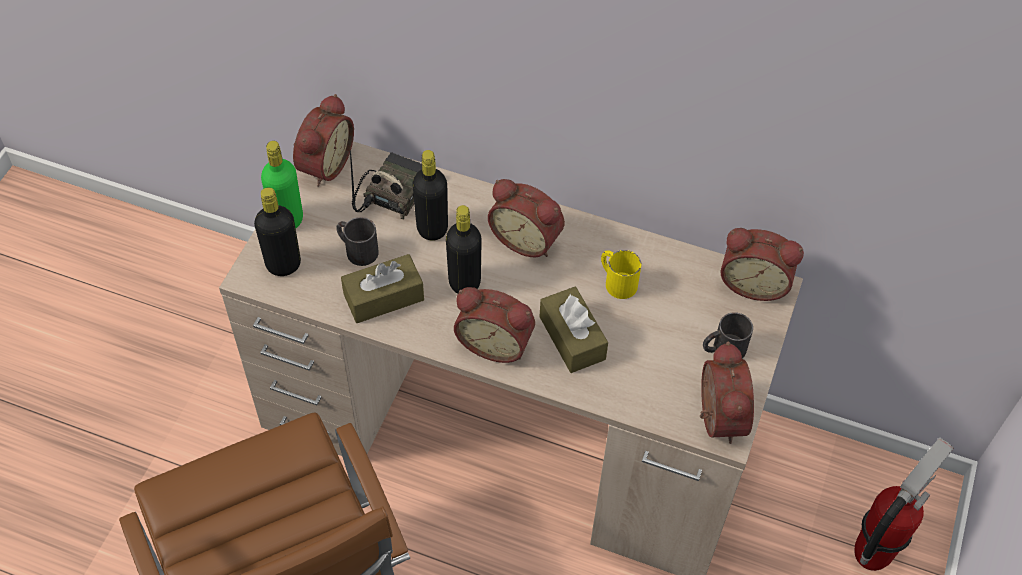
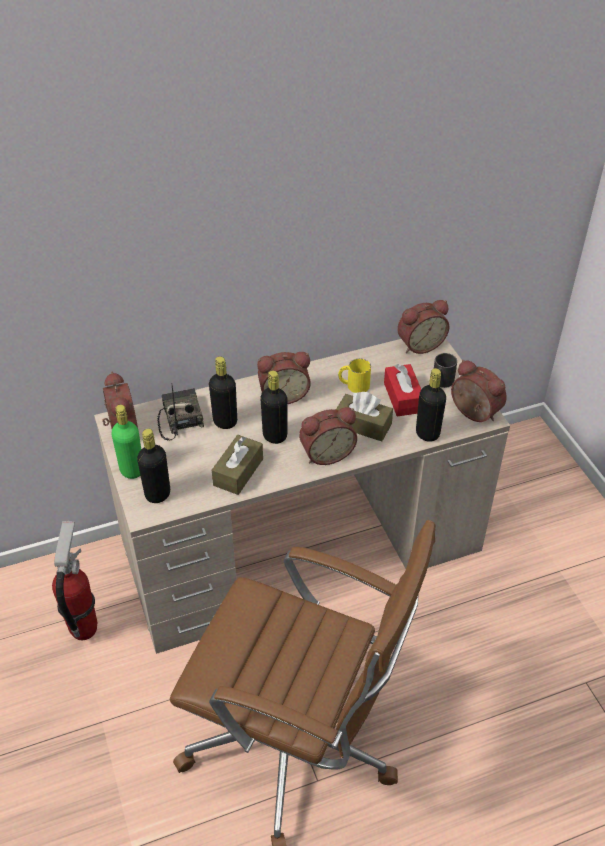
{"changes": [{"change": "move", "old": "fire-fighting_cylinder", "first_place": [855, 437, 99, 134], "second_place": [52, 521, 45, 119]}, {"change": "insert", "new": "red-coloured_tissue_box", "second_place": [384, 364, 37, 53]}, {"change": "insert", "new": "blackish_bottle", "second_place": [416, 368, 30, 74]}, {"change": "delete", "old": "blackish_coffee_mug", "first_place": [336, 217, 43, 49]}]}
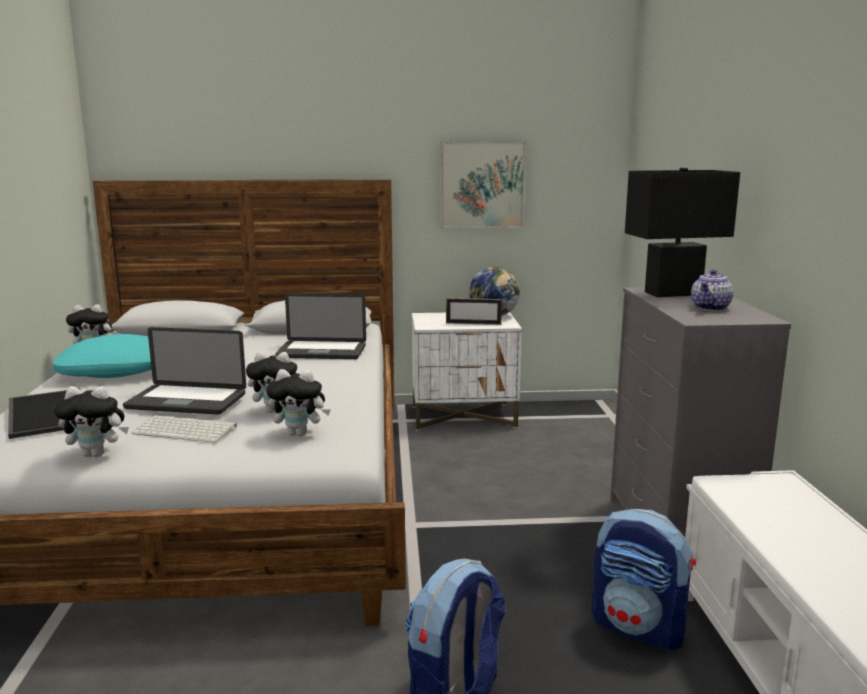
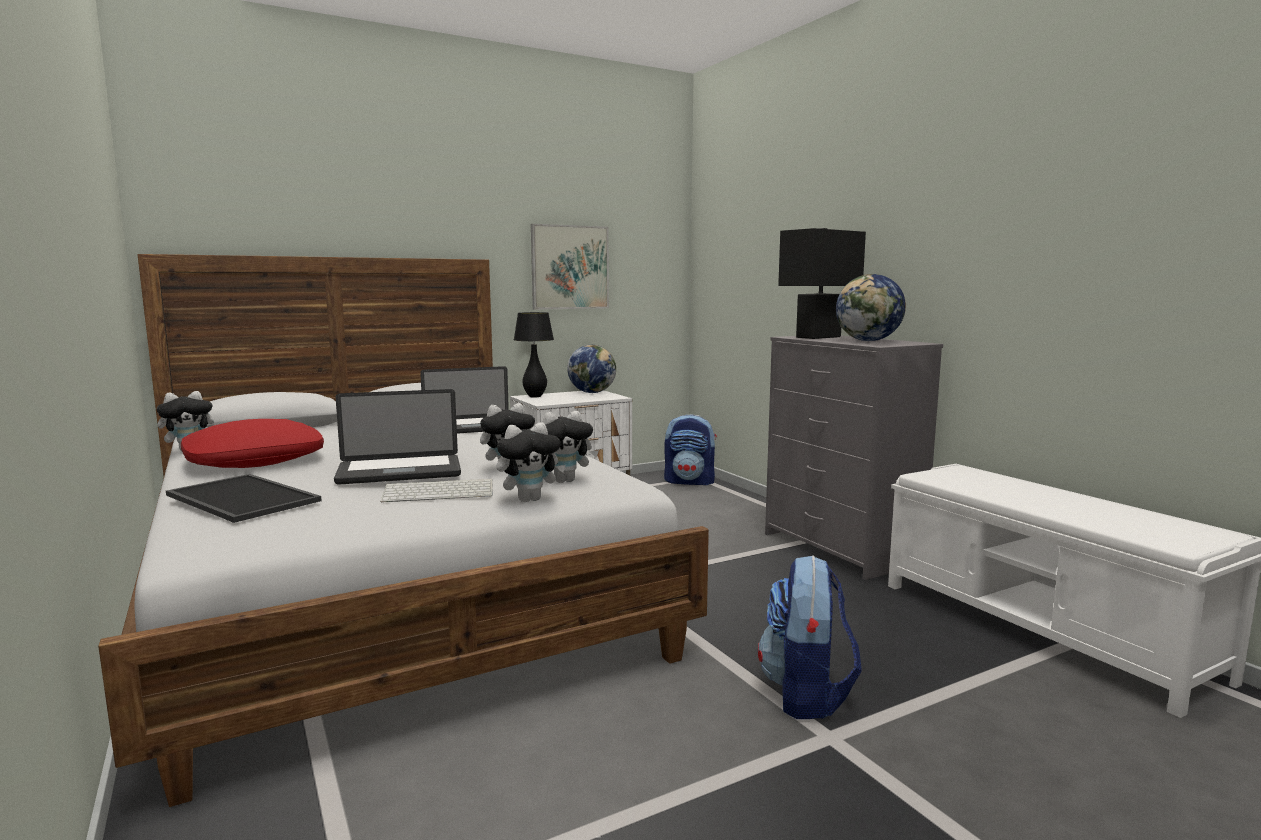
{"changes": [{"change": "recolor", "old": "turquoise_throw_pillow", "new": "red-coloured_throw_pillow", "first_place": [53, 334, 99, 44], "second_place": [181, 419, 143, 49]}, {"change": "move", "old": "cuddly_toy", "first_place": [54, 386, 75, 71], "second_place": [496, 423, 70, 79]}, {"change": "insert", "new": "blackish_table_lamp", "second_place": [514, 312, 40, 86]}, {"change": "move", "old": "rucksack", "first_place": [591, 509, 105, 142], "second_place": [664, 414, 53, 71]}, {"change": "replace", "old": "pot_for_tea", "new": "desk_globe", "first_place": [691, 269, 42, 42], "second_place": [836, 274, 70, 67]}, {"change": "delete", "old": "standing_frame", "first_place": [446, 298, 56, 27]}]}
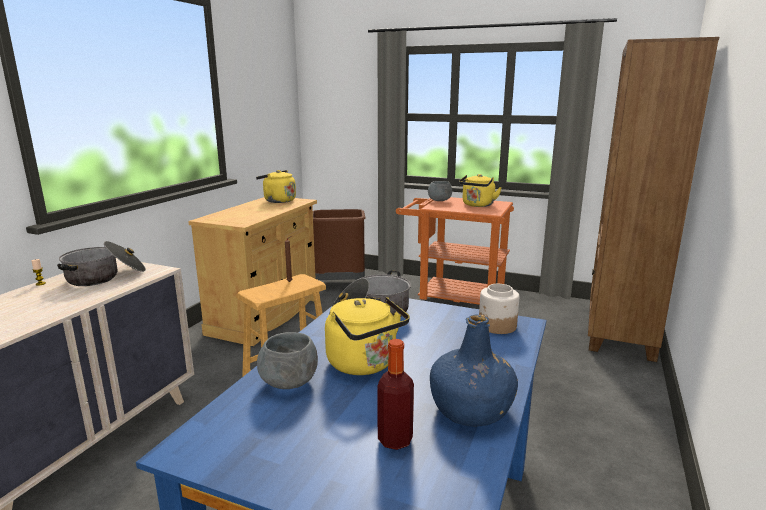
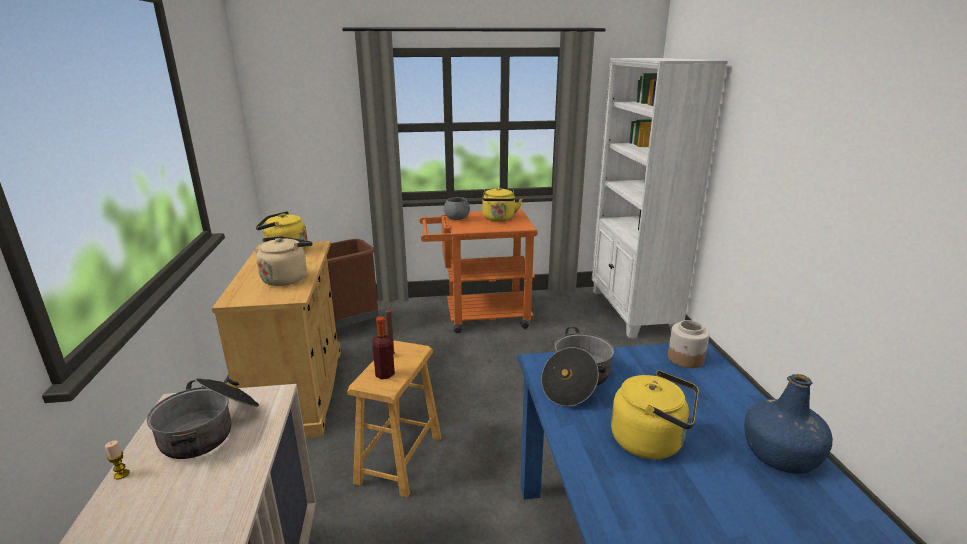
{"changes": [{"change": "insert", "new": "beige-coloured_water_kettle", "second_place": [255, 236, 57, 50]}, {"change": "move", "old": "bottle", "first_place": [377, 339, 37, 111], "second_place": [372, 316, 23, 63]}, {"change": "recolor", "old": "brown_shelving_unit", "new": "whitish_shelving_unit", "first_place": [588, 37, 131, 325], "second_place": [592, 58, 136, 280]}, {"change": "delete", "old": "grey_deep_dish", "first_place": [257, 332, 61, 57]}]}
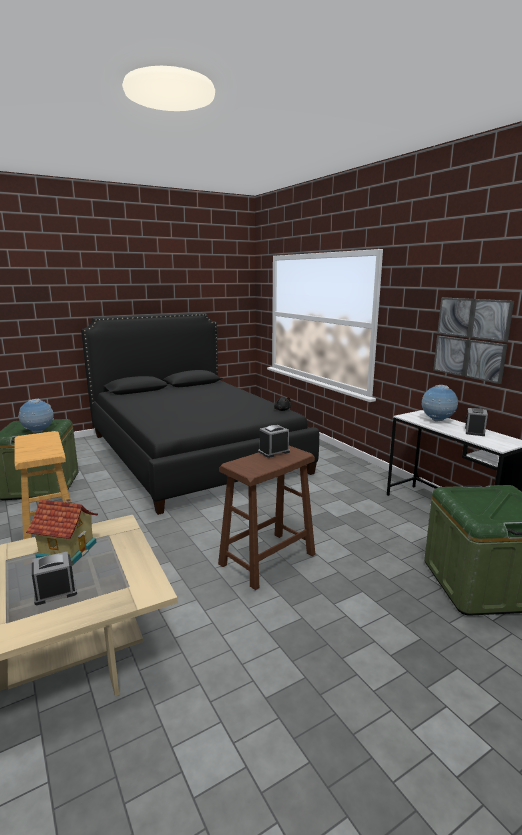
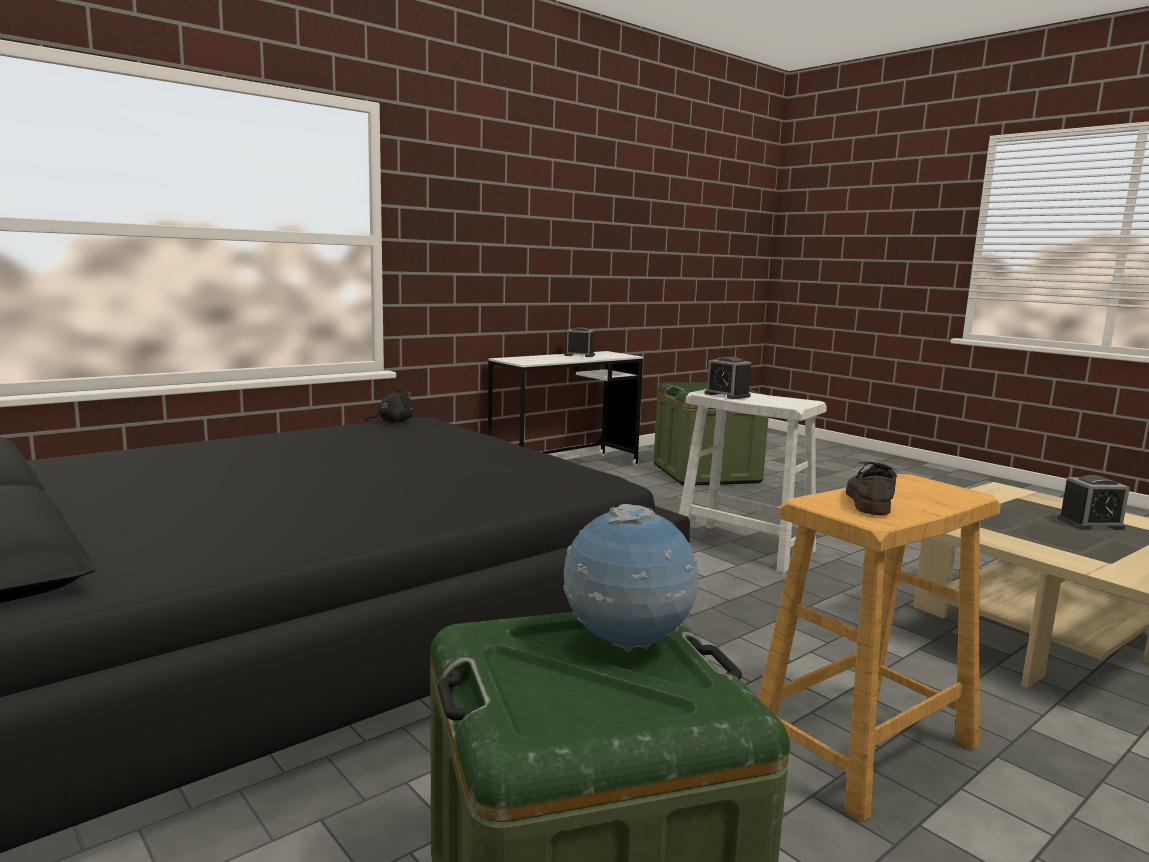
{"changes": [{"change": "recolor", "old": "brown_sitting_stool", "new": "whitish_sitting_stool", "first_place": [218, 446, 98, 144], "second_place": [679, 389, 148, 184]}, {"change": "insert", "new": "grey_low_shoe", "second_place": [846, 462, 51, 54]}, {"change": "rotate", "old": "table_clock", "first_place": [32, 551, 45, 54], "second_place": [1057, 475, 73, 55], "degrees": -60}, {"change": "delete", "old": "model_house", "first_place": [26, 499, 72, 66]}, {"change": "delete", "old": "desk_globe", "first_place": [422, 385, 36, 36]}, {"change": "delete", "old": "picture", "first_place": [433, 297, 81, 87]}]}
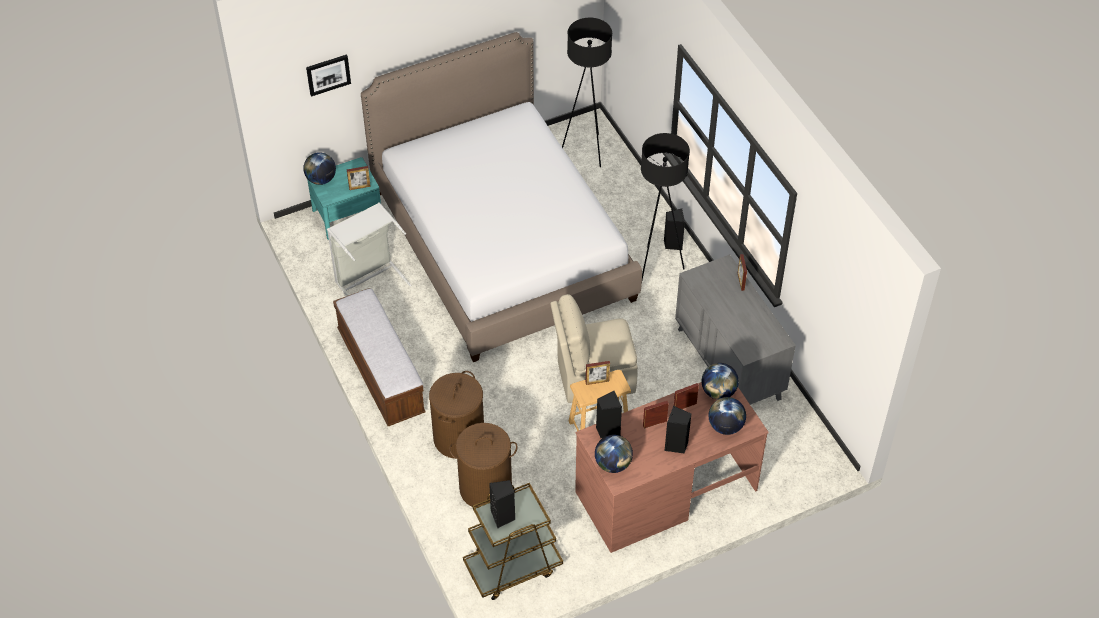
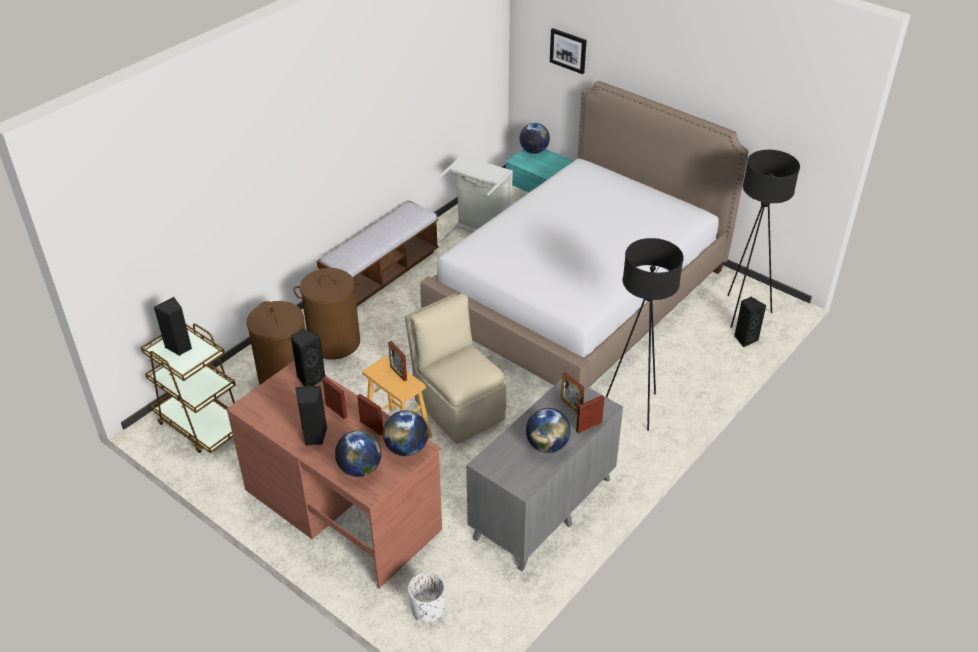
{"changes": [{"change": "insert", "new": "whitish_plant_pot", "second_place": [408, 572, 37, 50]}, {"change": "move", "old": "desk_globe", "first_place": [595, 435, 38, 38], "second_place": [526, 408, 45, 45]}, {"change": "move", "old": "standing_frame", "first_place": [347, 166, 24, 24], "second_place": [561, 372, 24, 41]}, {"change": "move", "old": "blackish_audio_speaker", "first_place": [664, 209, 21, 41], "second_place": [734, 296, 32, 51]}]}
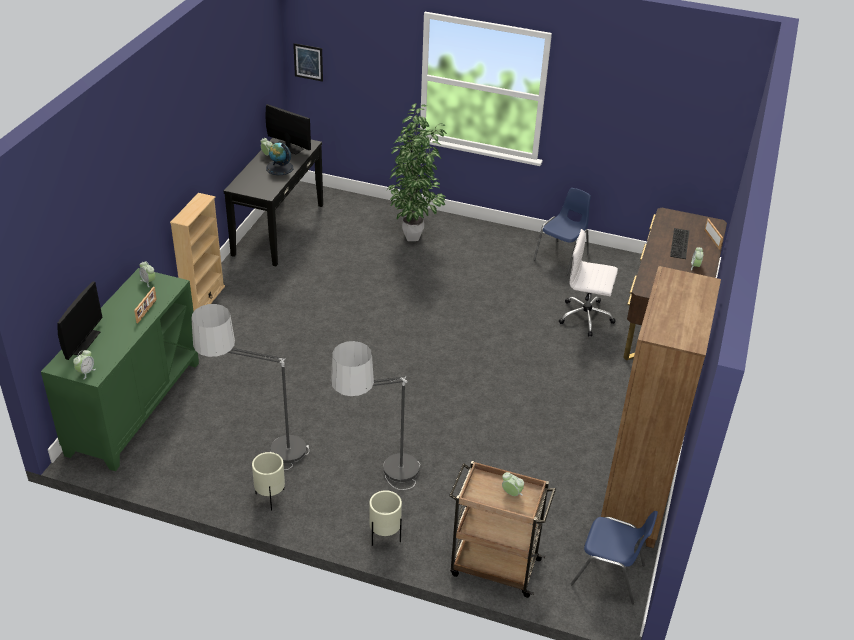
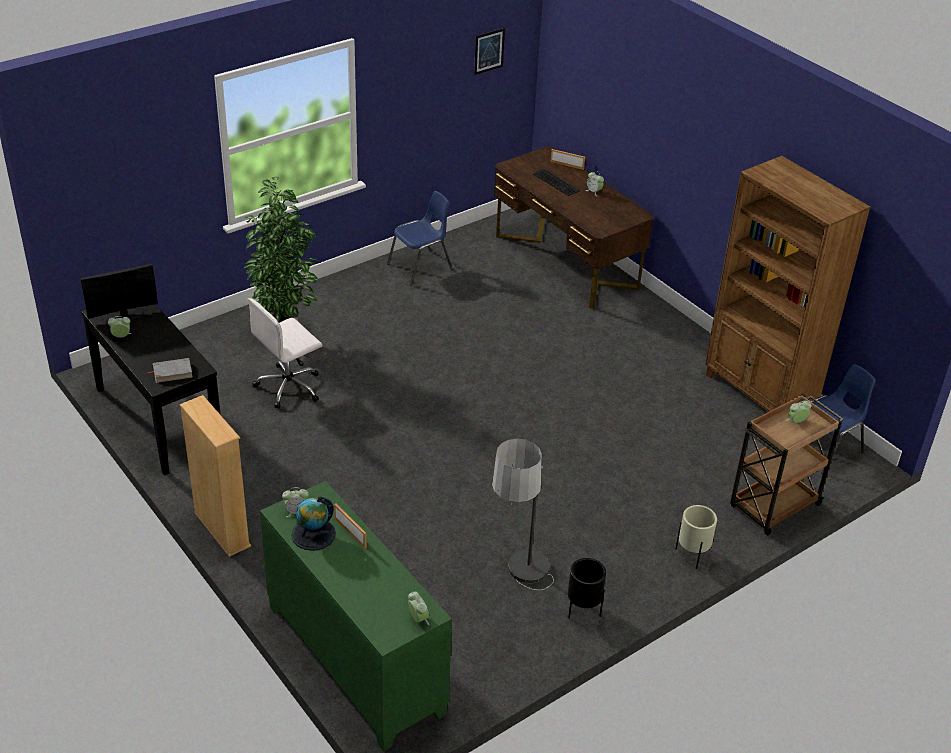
{"changes": [{"change": "insert", "new": "grey_volume", "second_place": [148, 358, 44, 25]}, {"change": "move", "old": "whitish_computer_chair", "first_place": [559, 229, 59, 108], "second_place": [248, 298, 74, 111]}, {"change": "move", "old": "desk_globe", "first_place": [266, 143, 27, 32], "second_place": [291, 496, 45, 55]}, {"change": "rotate", "old": "blue_upright_chair", "first_place": [533, 188, 58, 87], "second_place": [387, 191, 66, 95], "degrees": 75}, {"change": "move", "old": "picture", "first_place": [293, 43, 30, 39], "second_place": [474, 28, 31, 47]}, {"change": "recolor", "old": "beige-coloured_plant_pot", "new": "blackish_plant_pot", "first_place": [252, 452, 33, 58], "second_place": [568, 558, 38, 60]}, {"change": "delete", "old": "computer_display", "first_place": [57, 281, 46, 79]}, {"change": "delete", "old": "floor_lamp", "first_place": [331, 341, 89, 149]}]}
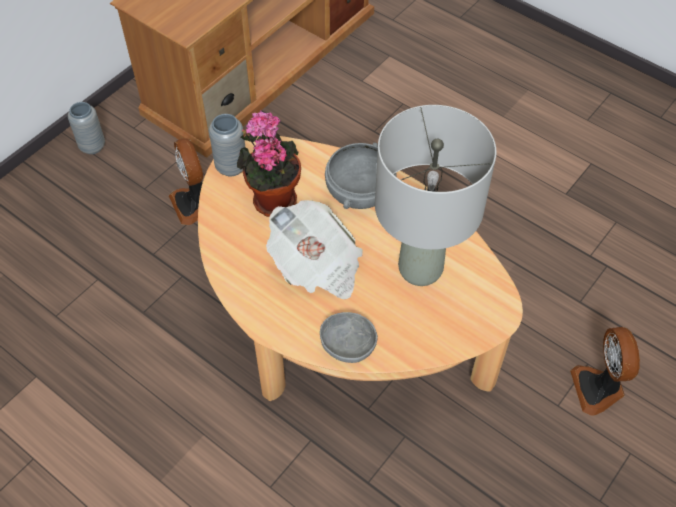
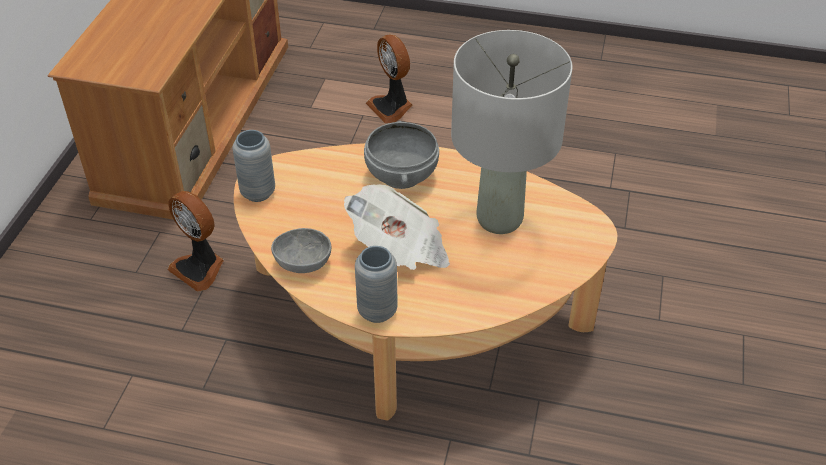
{"changes": [{"change": "move", "old": "grey_deep_dish", "first_place": [320, 312, 58, 51], "second_place": [271, 228, 60, 45]}, {"change": "move", "old": "grey_flower_vase", "first_place": [68, 102, 37, 52], "second_place": [355, 246, 43, 77]}, {"change": "move", "old": "electric_fan", "first_place": [570, 327, 70, 89], "second_place": [366, 34, 46, 89]}, {"change": "delete", "old": "houseplant", "first_place": [237, 111, 64, 106]}]}
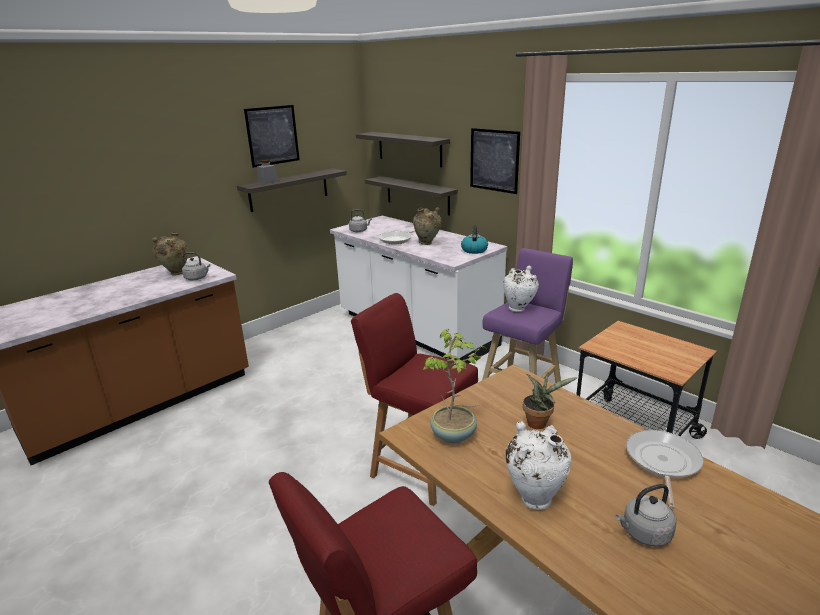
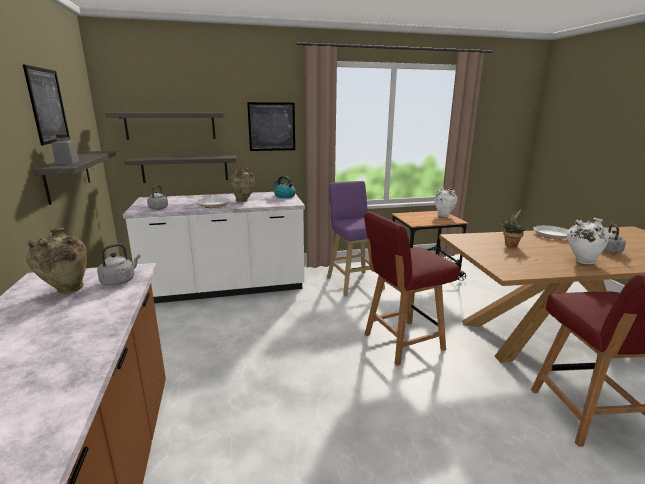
{"changes": [{"change": "move", "old": "whitish_flower_vase", "first_place": [503, 265, 36, 47], "second_place": [434, 187, 24, 30]}, {"change": "delete", "old": "houseplant", "first_place": [423, 329, 64, 114]}]}
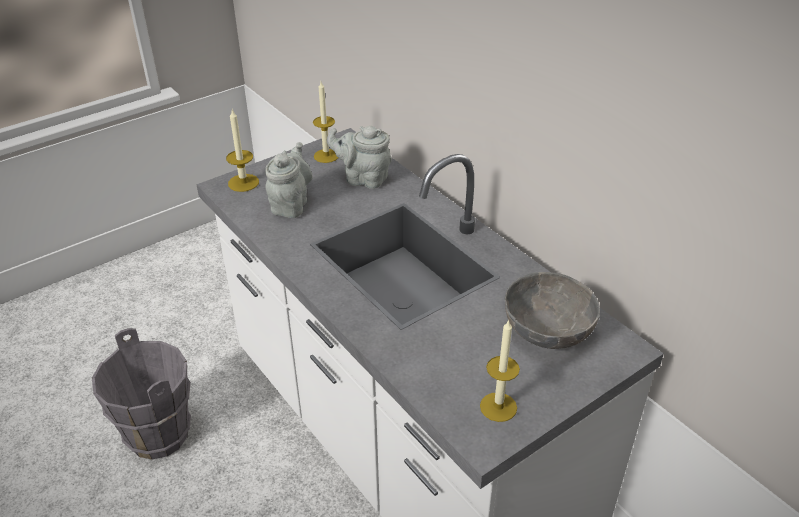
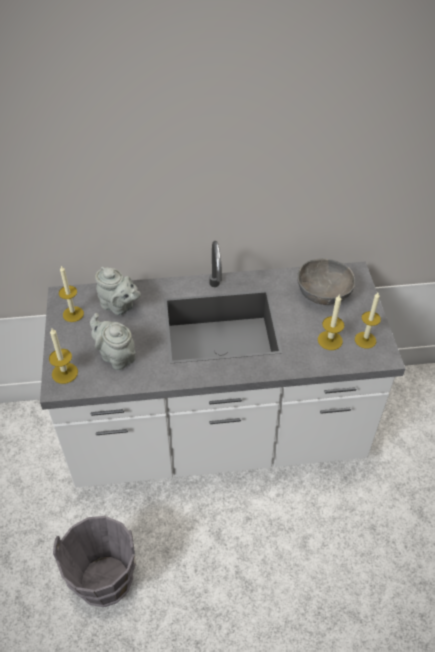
{"changes": [{"change": "rotate", "old": "grey_pot_for_tea", "first_place": [327, 126, 65, 63], "second_place": [95, 267, 46, 48], "degrees": -105}, {"change": "insert", "new": "candle", "second_place": [318, 294, 26, 56]}]}
